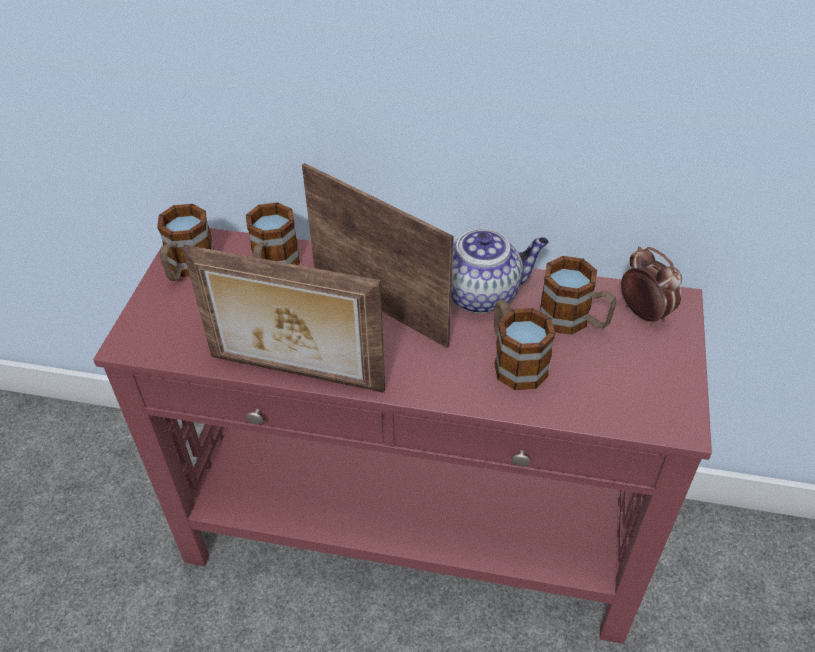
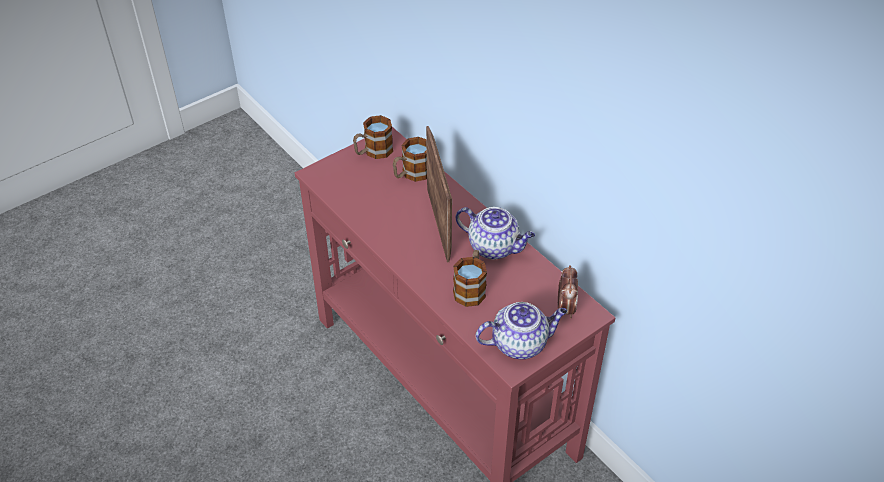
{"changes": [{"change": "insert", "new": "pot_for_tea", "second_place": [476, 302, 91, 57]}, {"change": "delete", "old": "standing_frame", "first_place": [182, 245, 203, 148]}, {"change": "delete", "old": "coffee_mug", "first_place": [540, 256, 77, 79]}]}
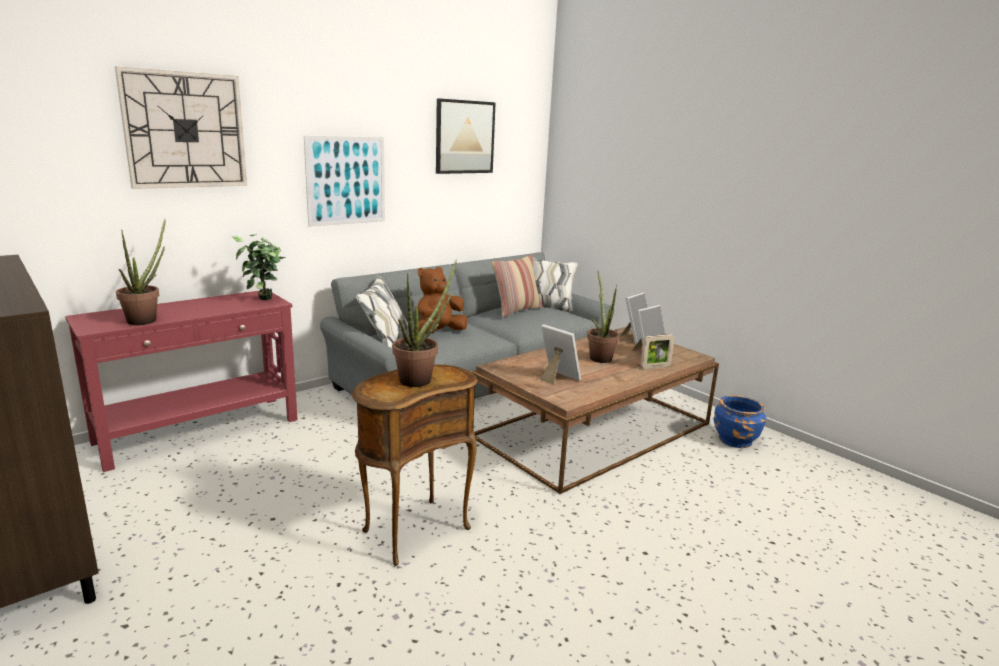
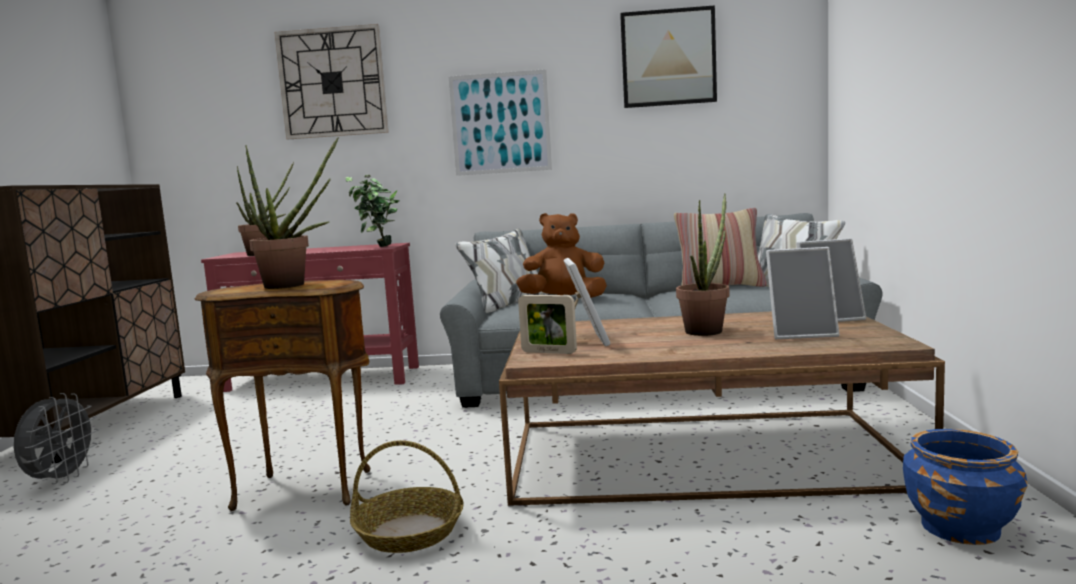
{"changes": [{"change": "insert", "new": "grey_electric_fan", "second_place": [14, 393, 85, 91]}, {"change": "insert", "new": "storage_basket", "second_place": [350, 440, 113, 113]}, {"change": "move", "old": "standing_frame", "first_place": [641, 334, 34, 35], "second_place": [518, 295, 59, 59]}]}
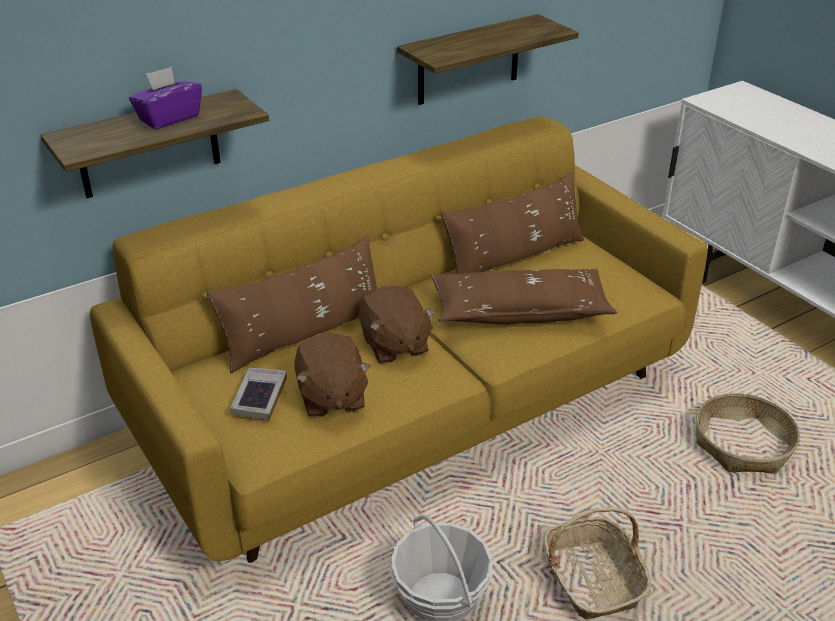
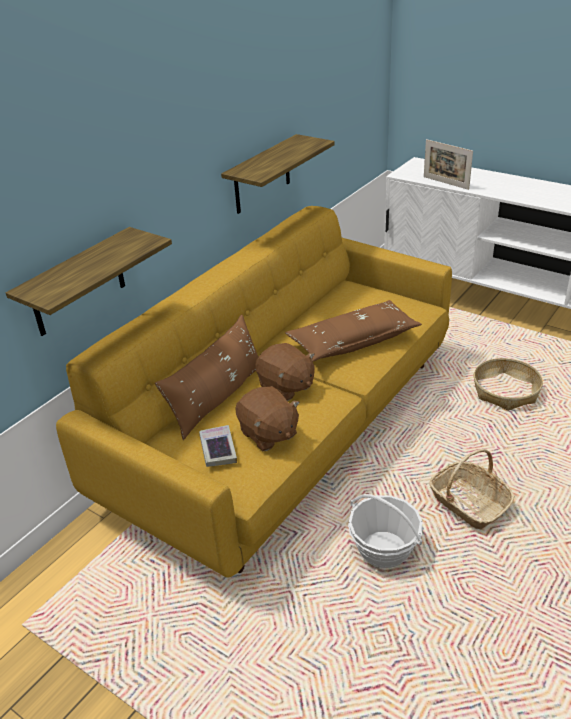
{"changes": [{"change": "insert", "new": "standing_frame", "second_place": [424, 139, 49, 51]}, {"change": "delete", "old": "purple_tissue_box", "first_place": [129, 67, 73, 62]}, {"change": "delete", "old": "brown_throw_pillow", "first_place": [441, 171, 143, 103]}]}
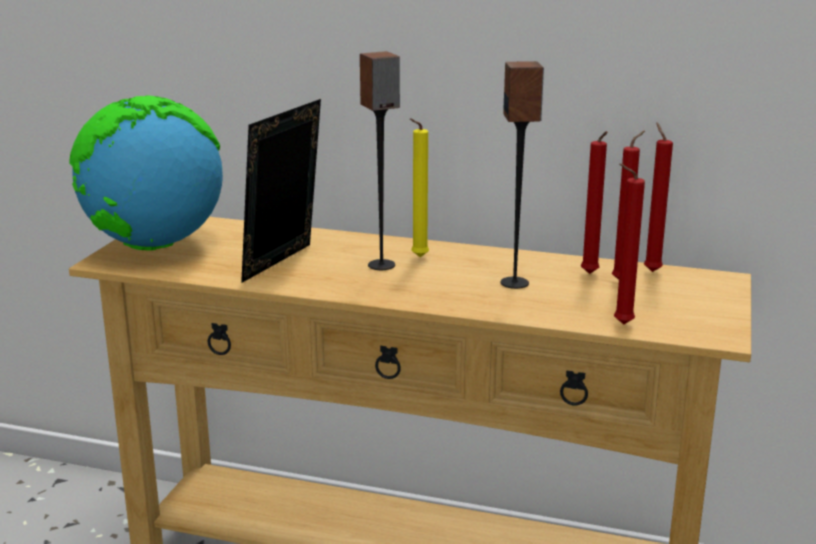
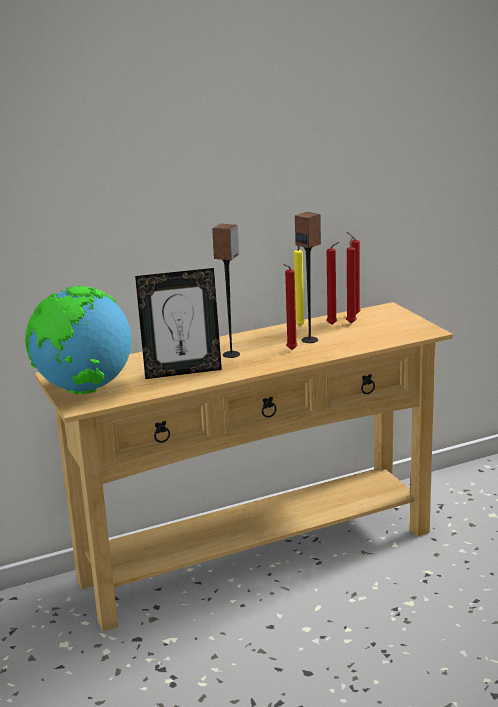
{"changes": [{"change": "rotate", "old": "standing_frame", "first_place": [241, 99, 80, 184], "second_place": [135, 268, 87, 111], "degrees": -90}, {"change": "move", "old": "red-coloured_candle", "first_place": [614, 164, 31, 160], "second_place": [283, 264, 15, 86]}, {"change": "move", "old": "yellow-coloured_candle", "first_place": [410, 118, 19, 139], "second_place": [294, 246, 11, 80]}]}
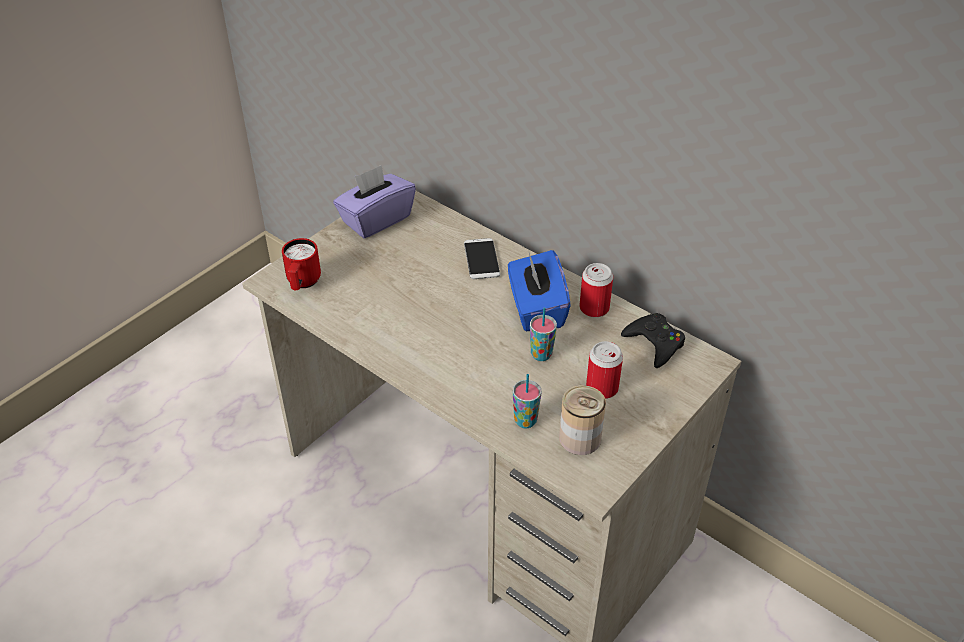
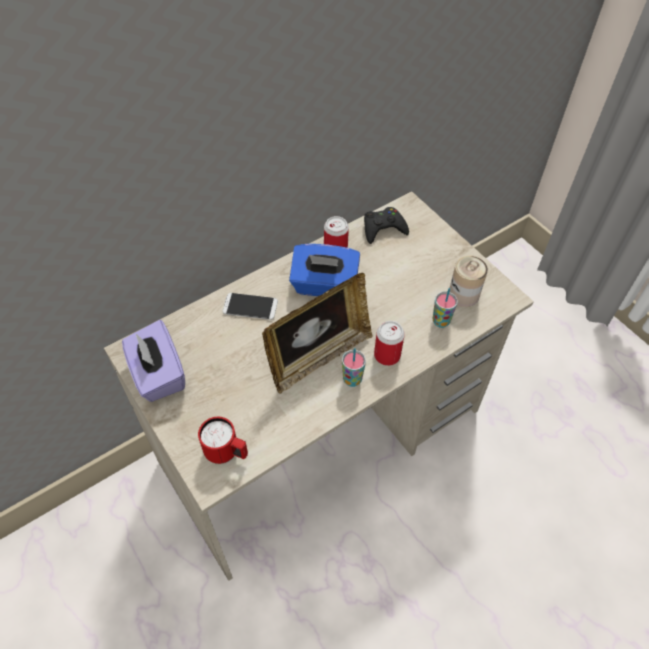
{"changes": [{"change": "insert", "new": "standing_frame", "second_place": [262, 273, 111, 121]}, {"change": "move", "old": "drinking_cup", "first_place": [530, 307, 27, 54], "second_place": [342, 348, 24, 39]}, {"change": "move", "old": "sealed_can", "first_place": [586, 341, 37, 58], "second_place": [374, 321, 31, 45]}]}
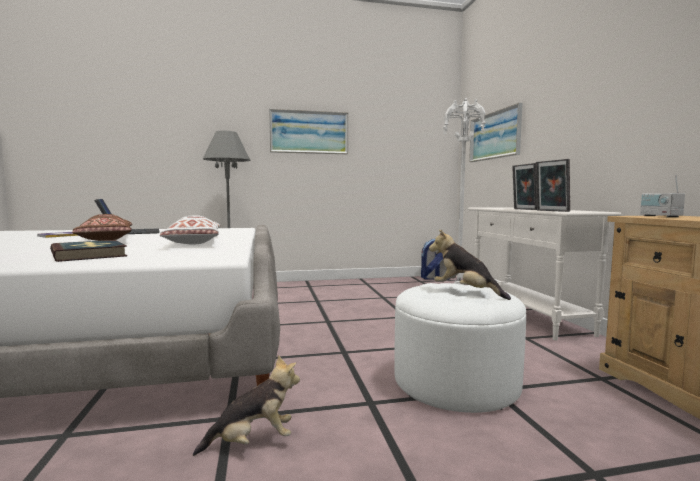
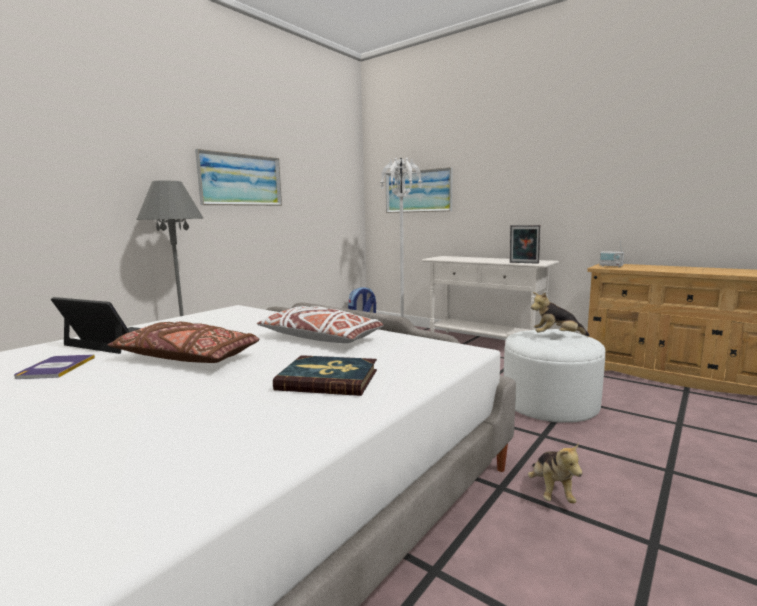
{"changes": [{"change": "rotate", "old": "cuddly_toy", "first_place": [193, 355, 107, 101], "second_place": [528, 443, 54, 61], "degrees": 150}, {"change": "delete", "old": "standing_frame", "first_place": [512, 163, 25, 47]}]}
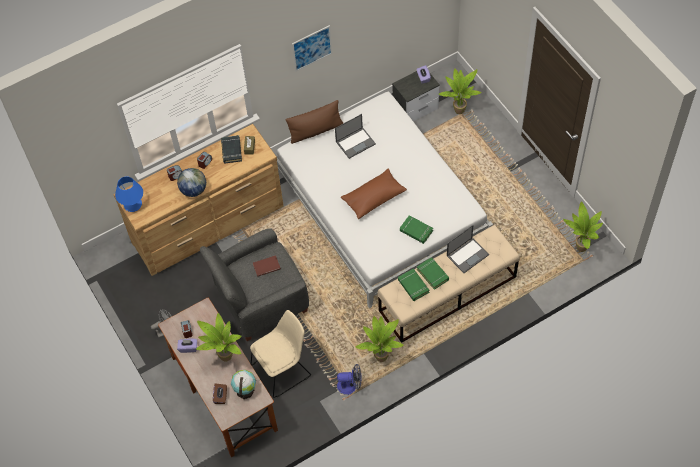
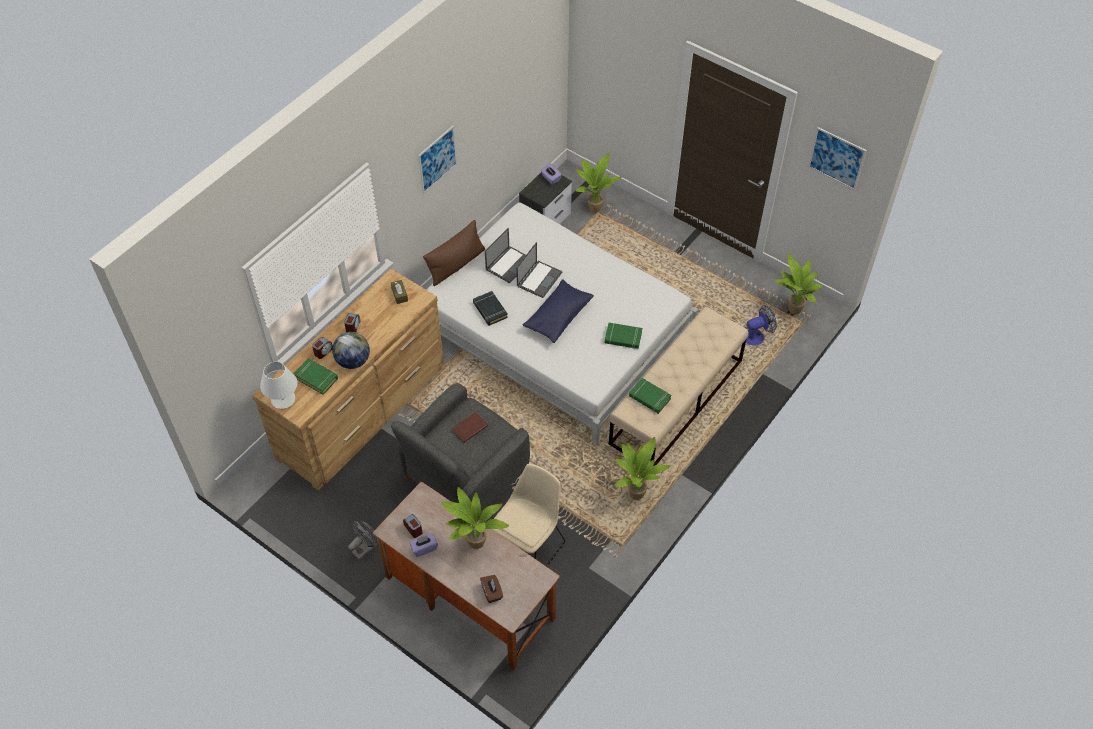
{"changes": [{"change": "recolor", "old": "blue_table_lamp", "new": "whitish_table_lamp", "first_place": [115, 176, 28, 36], "second_place": [260, 361, 37, 48]}, {"change": "move", "old": "green_volume", "first_place": [417, 257, 32, 33], "second_place": [293, 358, 45, 37]}, {"change": "move", "old": "blackish_volume", "first_place": [221, 135, 21, 29], "second_place": [473, 291, 35, 35]}, {"change": "move", "old": "notebook_computer", "first_place": [447, 225, 42, 48], "second_place": [516, 242, 46, 56]}, {"change": "recolor", "old": "brown_throw_pillow", "new": "blue_throw_pillow", "first_place": [341, 169, 66, 50], "second_place": [523, 279, 71, 64]}, {"change": "move", "old": "electric_fan", "first_place": [337, 365, 25, 30], "second_place": [746, 305, 31, 40]}, {"change": "insert", "new": "picture", "second_place": [808, 127, 59, 63]}, {"change": "delete", "old": "desk_globe", "first_place": [231, 370, 25, 29]}]}
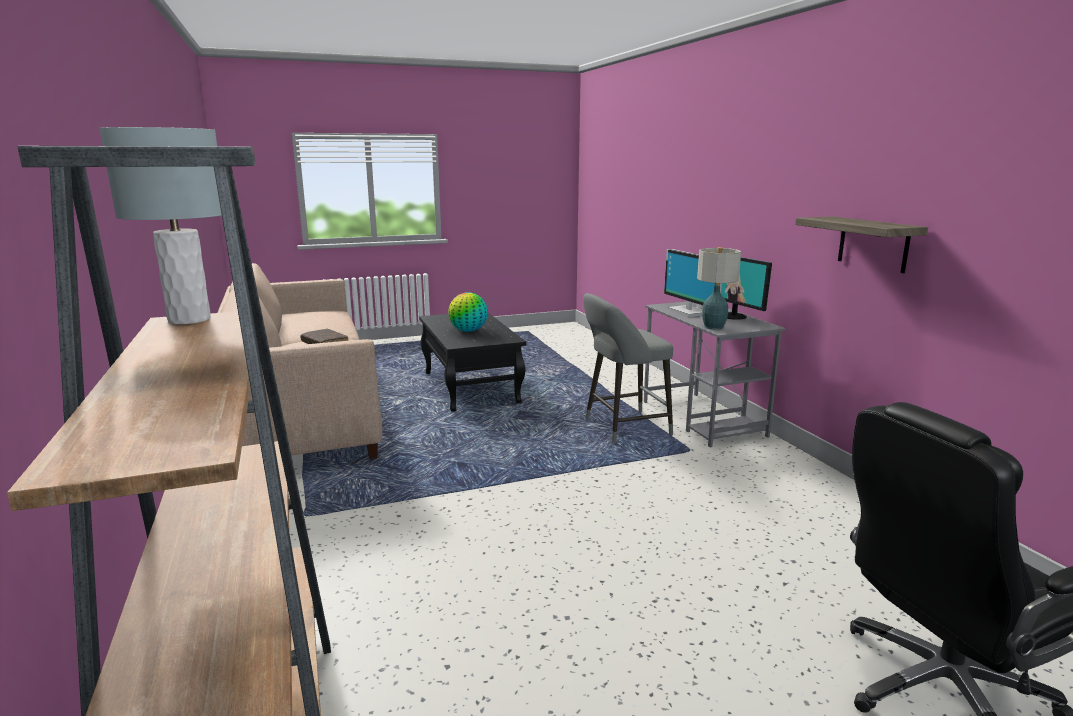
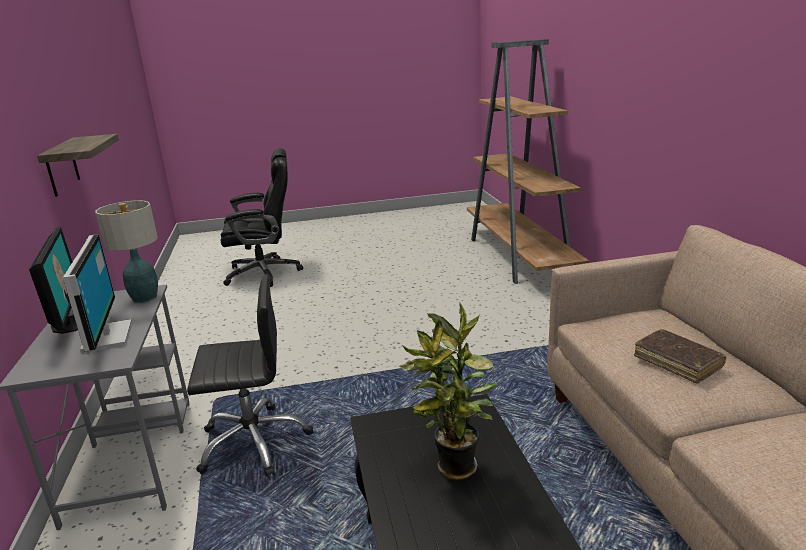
{"changes": [{"change": "replace", "old": "grey_sitting_stool", "new": "blackish_computer_chair", "first_place": [583, 293, 90, 151], "second_place": [187, 274, 126, 203]}, {"change": "replace", "old": "desk_globe", "new": "houseplant", "first_place": [448, 292, 40, 40], "second_place": [399, 303, 98, 178]}, {"change": "delete", "old": "grey_table_lamp", "first_place": [99, 127, 123, 197]}]}
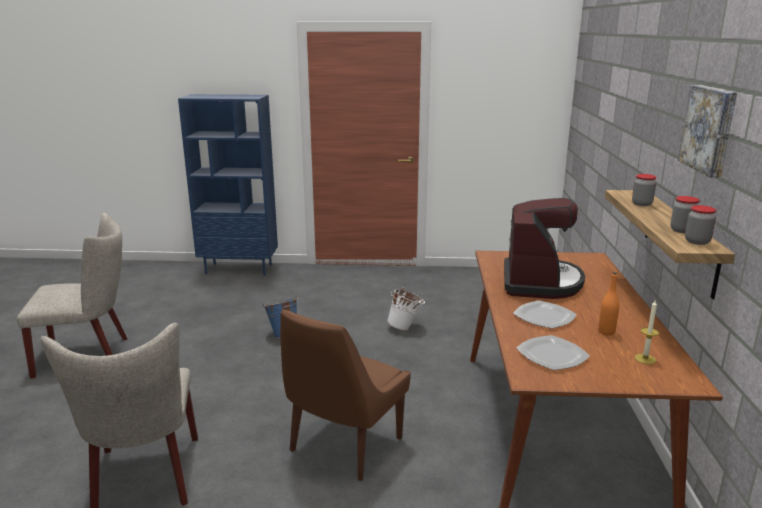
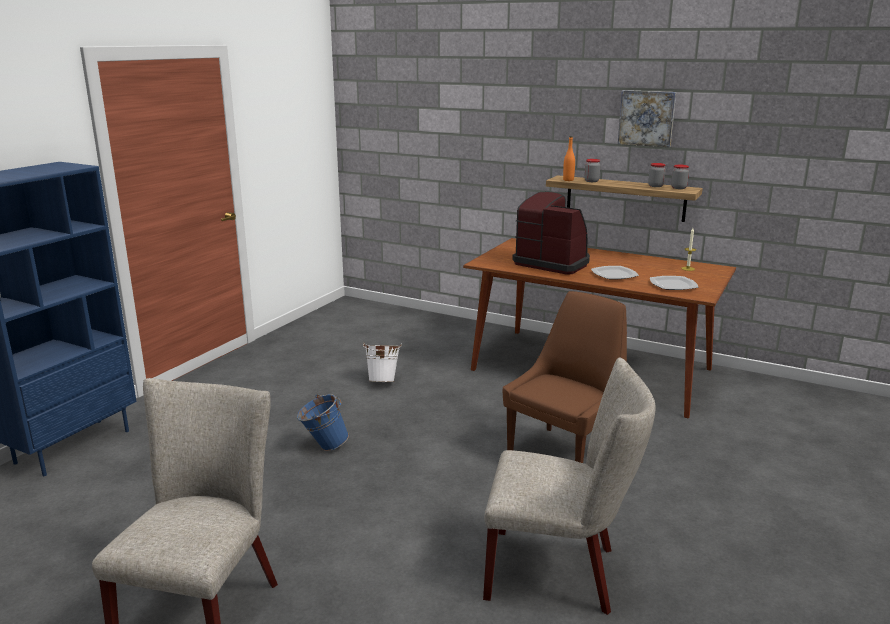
{"changes": [{"change": "rotate", "old": "brown_upright_chair", "first_place": [280, 309, 131, 172], "second_place": [503, 291, 124, 172], "degrees": -105}, {"change": "move", "old": "orange-coloured_bottle", "first_place": [598, 272, 21, 64], "second_place": [563, 136, 12, 45]}]}
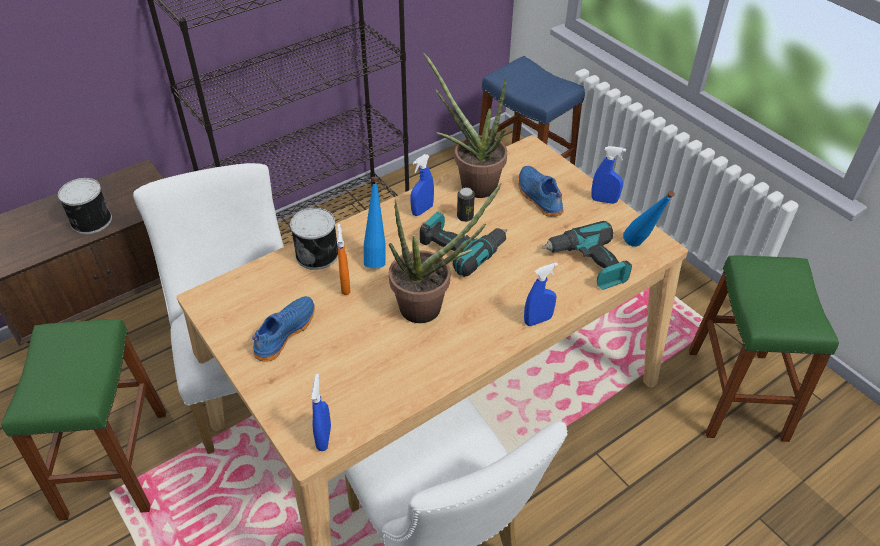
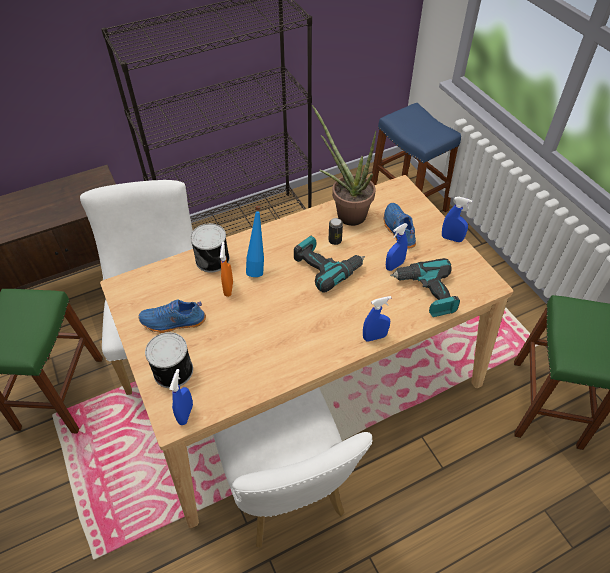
{"changes": [{"change": "rotate", "old": "blue_low_shoe", "first_place": [252, 296, 63, 66], "second_place": [138, 300, 68, 33], "degrees": -135}, {"change": "move", "old": "sealed_can", "first_place": [58, 178, 54, 56], "second_place": [145, 332, 48, 56]}, {"change": "move", "old": "blue_sprayer", "first_place": [410, 154, 24, 62], "second_place": [386, 223, 22, 48]}, {"change": "delete", "old": "houseplant", "first_place": [389, 183, 113, 140]}, {"change": "delete", "old": "blue_bottle", "first_place": [623, 190, 52, 57]}]}
